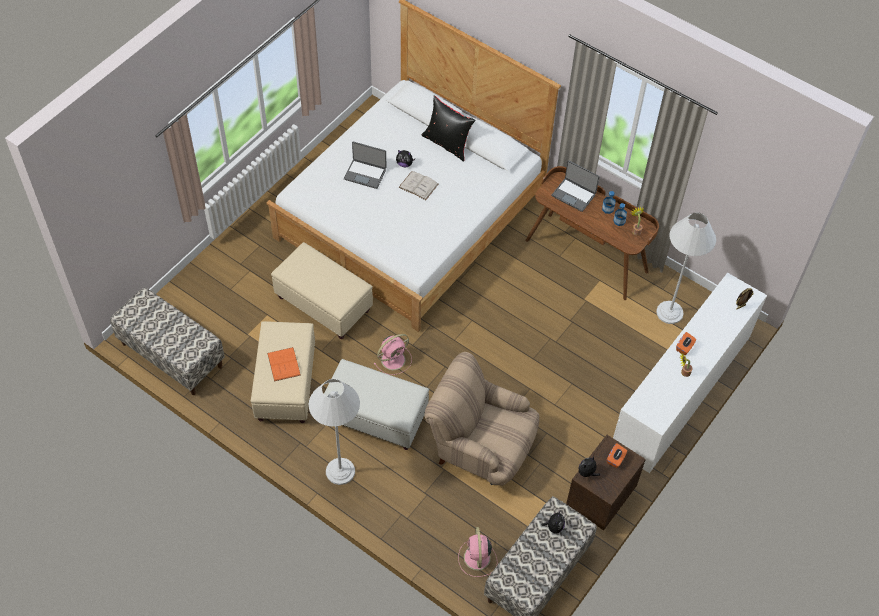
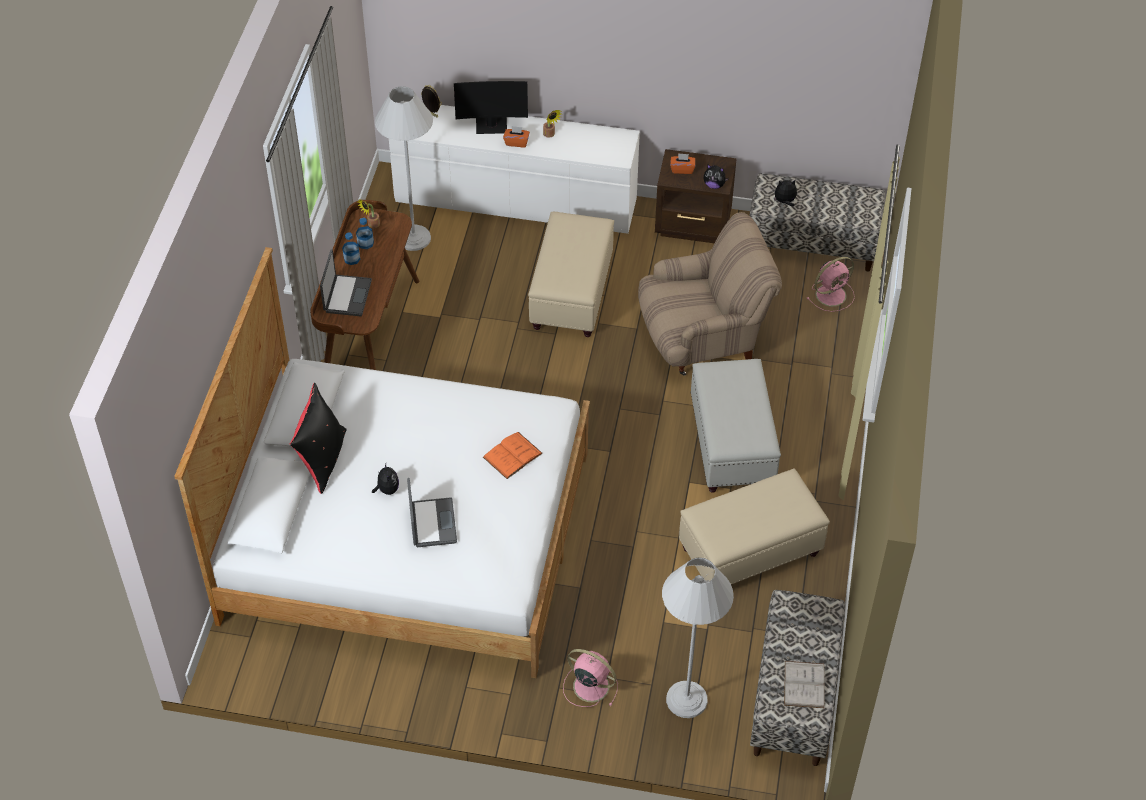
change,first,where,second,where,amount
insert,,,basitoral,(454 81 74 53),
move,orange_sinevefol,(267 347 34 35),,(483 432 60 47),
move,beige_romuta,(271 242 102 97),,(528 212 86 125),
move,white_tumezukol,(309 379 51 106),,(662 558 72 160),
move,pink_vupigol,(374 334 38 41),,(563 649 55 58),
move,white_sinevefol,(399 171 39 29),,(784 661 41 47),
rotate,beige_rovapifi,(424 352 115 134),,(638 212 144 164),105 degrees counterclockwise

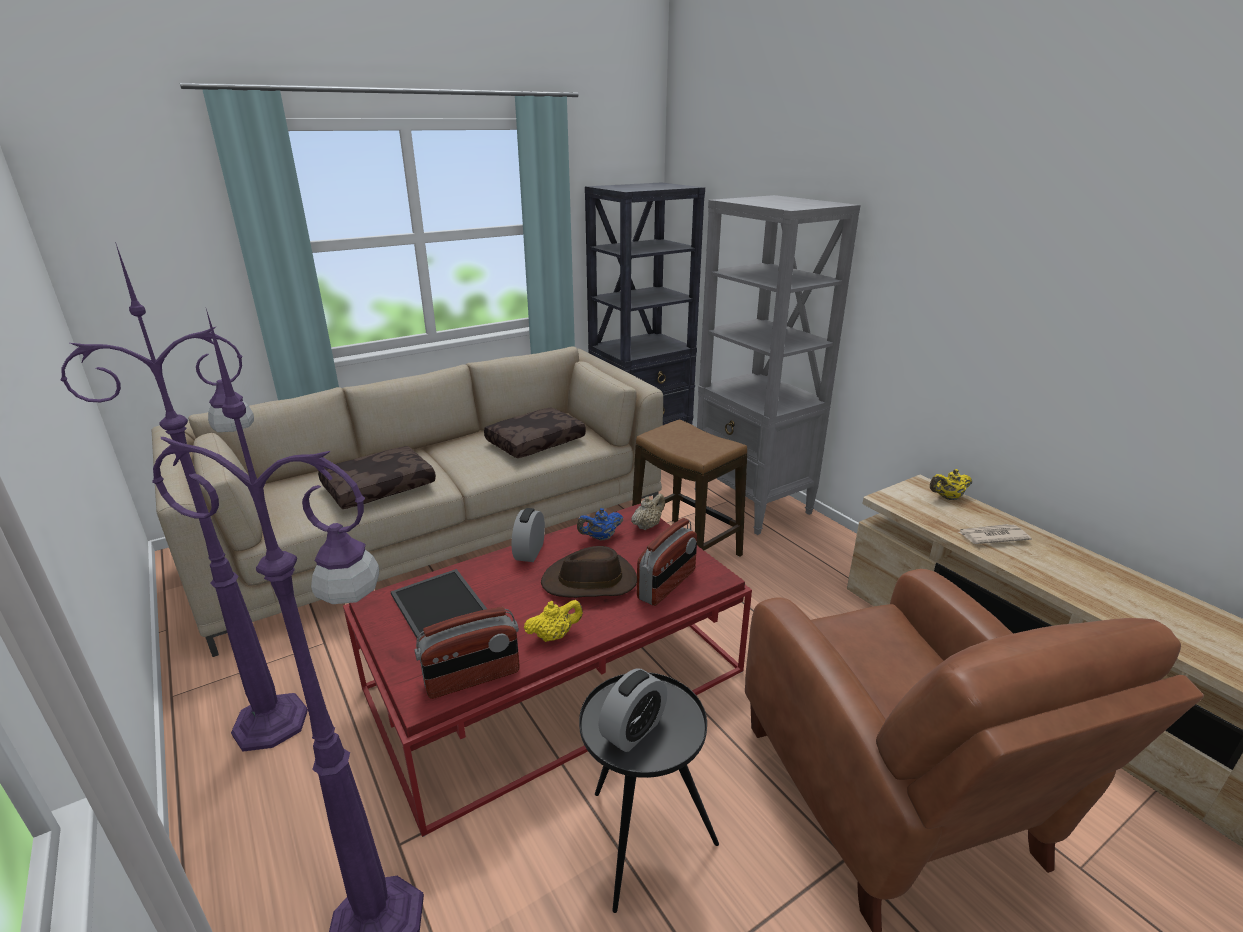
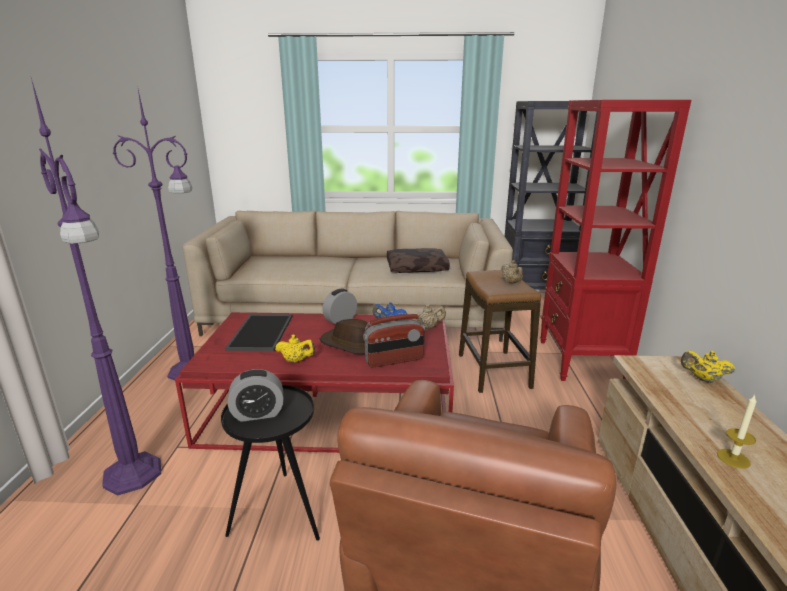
change,first,where,second,where,amount
delete,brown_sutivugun,(318 446 118 63),,,
delete,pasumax,(415 607 105 92),,,
delete,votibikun,(959 524 72 20),,,
insert,,,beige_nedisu,(501 260 22 24),
insert,,,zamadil,(717 395 40 74),
recolor,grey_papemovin,(694 195 166 340),red_papemovin,(540 100 151 281),

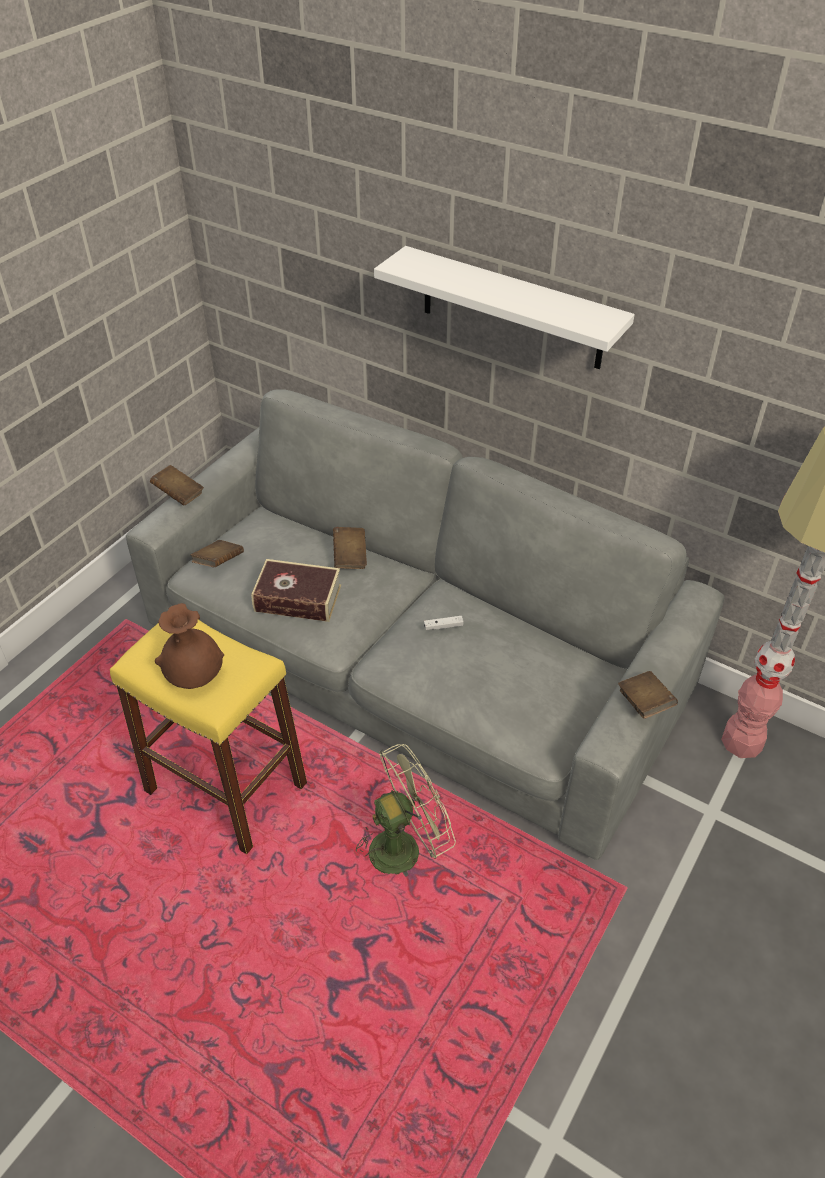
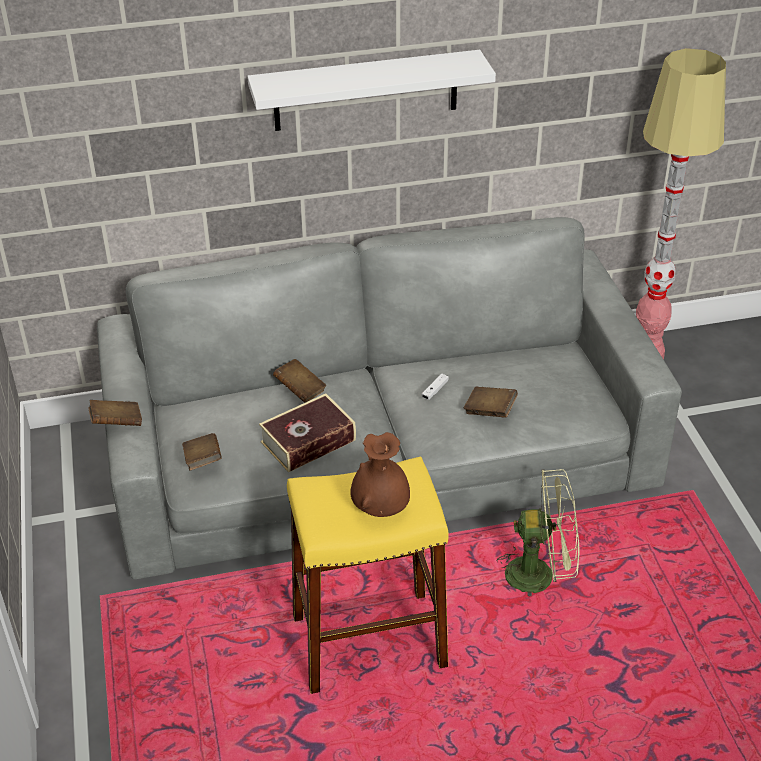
change,first,where,second,where,amount
move,brown_sinevefol,(618 671 60 48),,(463 387 55 31),
rotate,green_vupigol,(355 744 101 133),,(497 469 83 128),75 degrees clockwise

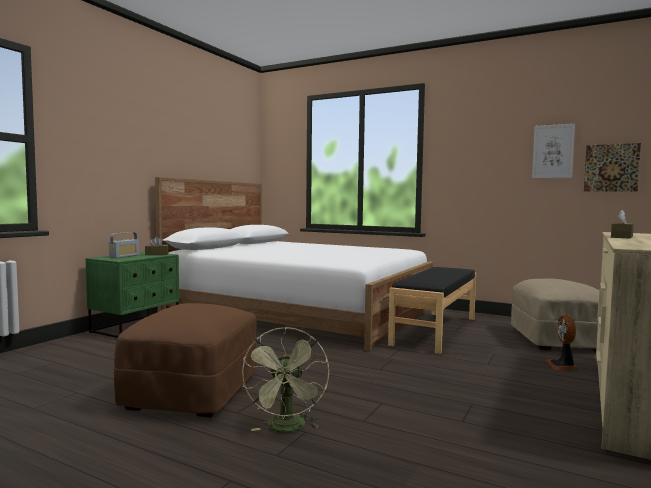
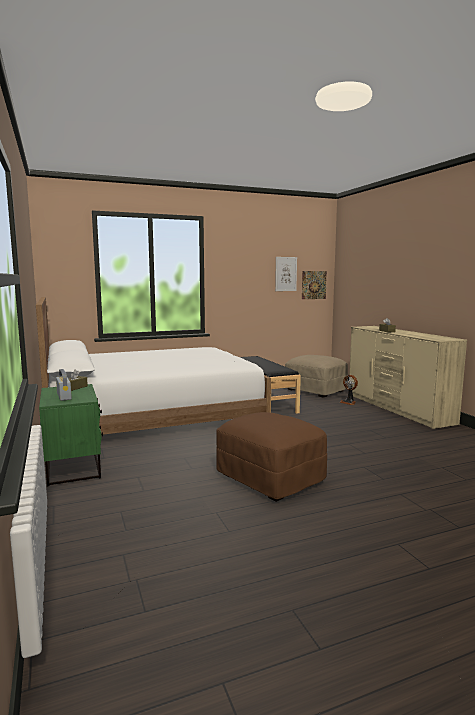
change,first,where,second,where,amount
delete,green_vupigol,(241 327 88 106),,,

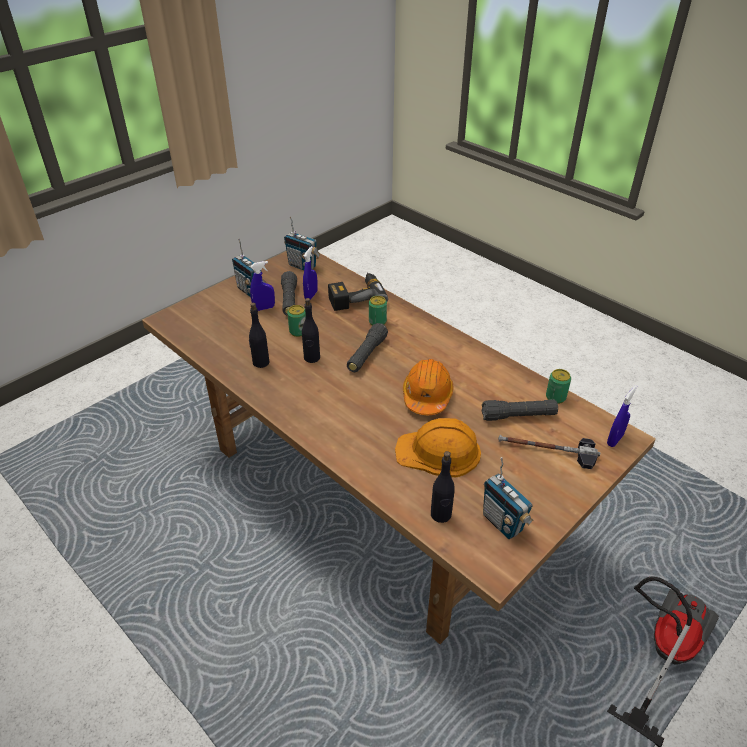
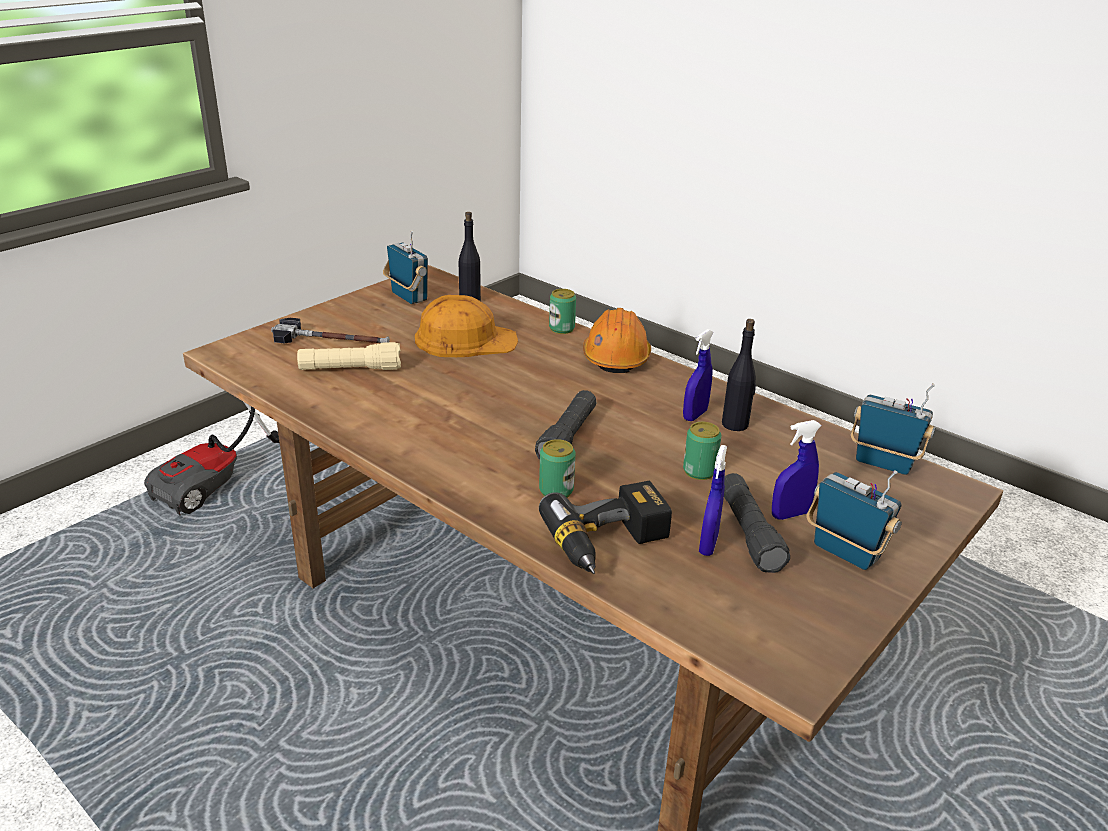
change,first,where,second,where,amount
delete,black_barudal,(302 298 18 65),,,
move,pasumax,(284 216 36 54),,(851 383 84 92),
move,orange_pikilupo,(403 359 50 56),,(583 308 68 65),
move,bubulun,(546 369 25 35),,(549 289 27 45),
move,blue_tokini,(607 385 30 62),,(683 329 30 92),
recolor,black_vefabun,(482 400 76 21),beige_vefabun,(297 342 104 28),

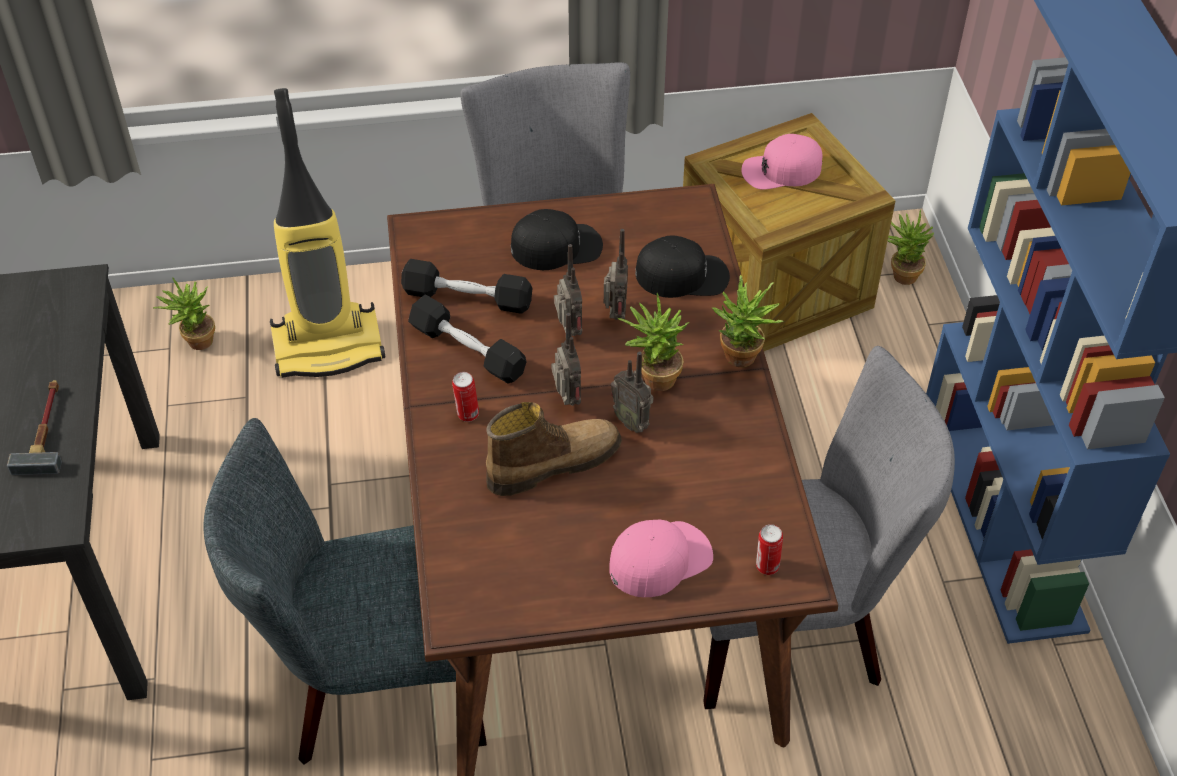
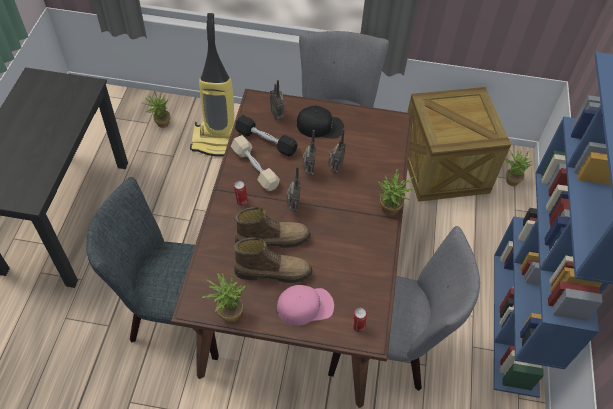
change,first,where,second,where,amount
delete,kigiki,(7 380 55 95),,,
delete,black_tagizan,(635 235 95 63),,,
delete,pink_tagizan,(741 134 81 56),,,
insert,,,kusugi,(234 237 79 46),
move,pasumax,(611 352 43 81),,(270 80 16 40),
move,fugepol,(618 293 72 98),,(202 271 43 52),
recolor,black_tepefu,(408 294 118 90),beige_tepefu,(231 135 49 56),

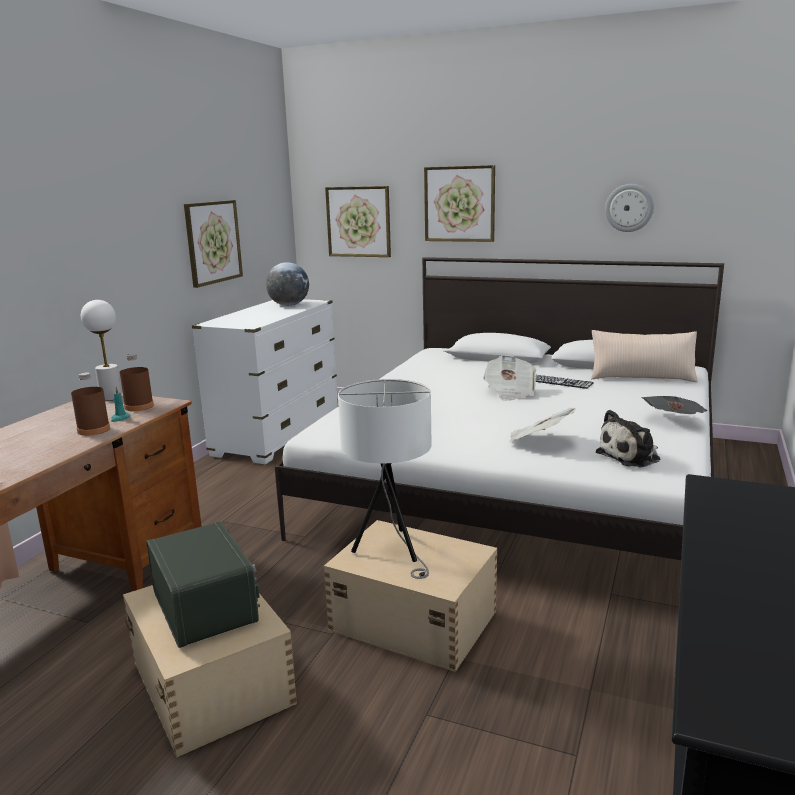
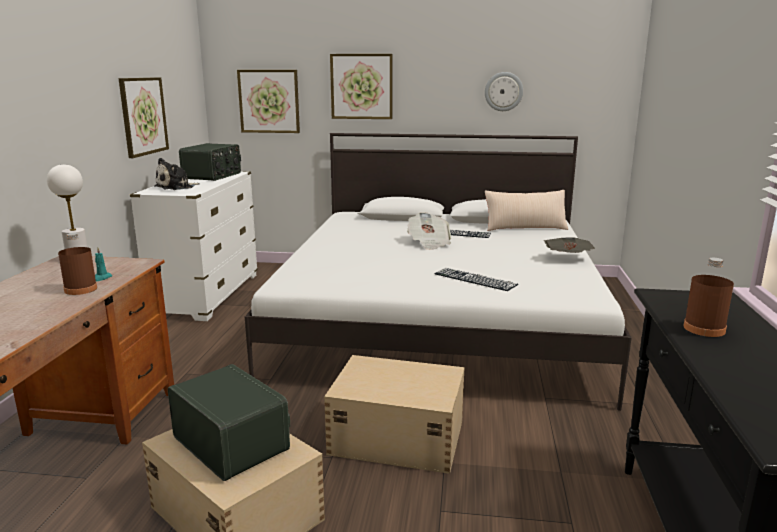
change,first,where,second,where,amount
delete,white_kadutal,(338 379 94 200),,,
move,brown_barudal,(120 354 34 57),,(683 258 51 79),
move,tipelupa,(595 410 65 57),,(154 158 46 32),
replace,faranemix,(266 262 43 44),pasumax,(179 143 62 38),
replace,votibikun,(509 407 67 35),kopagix,(434 268 84 23),

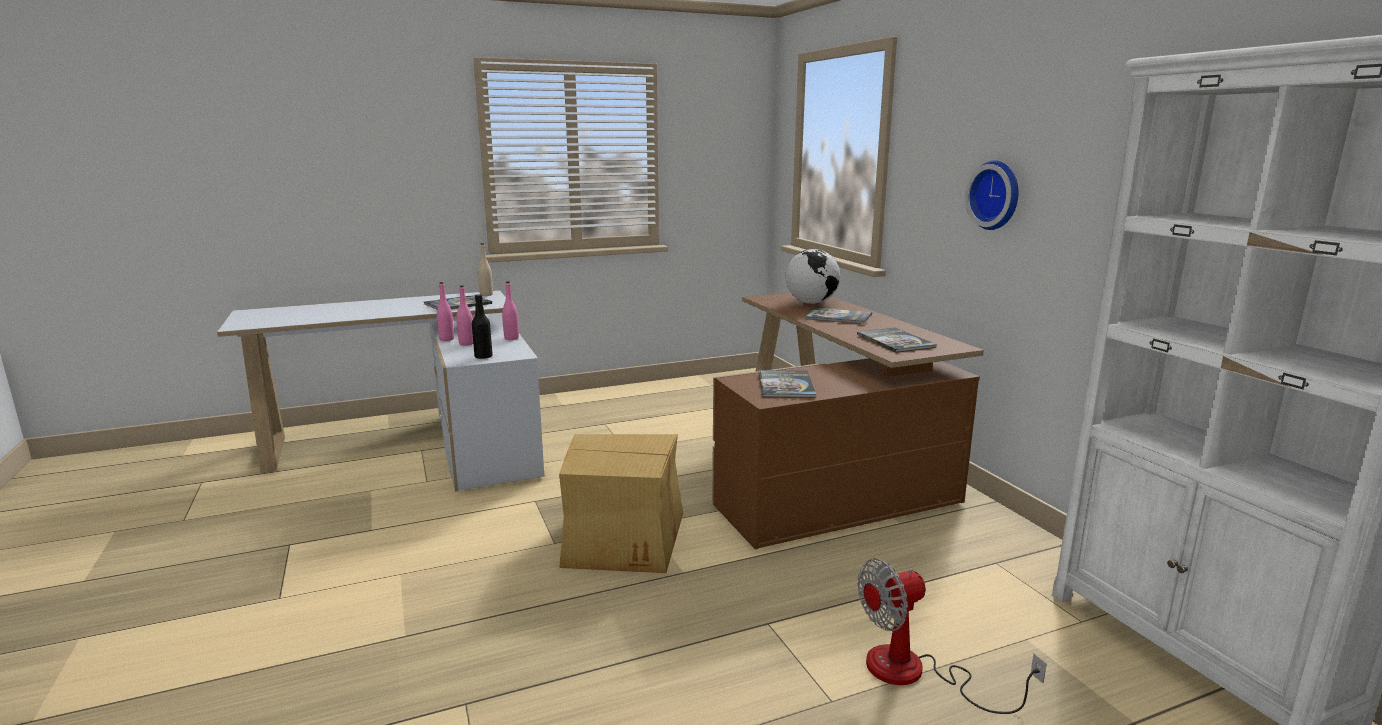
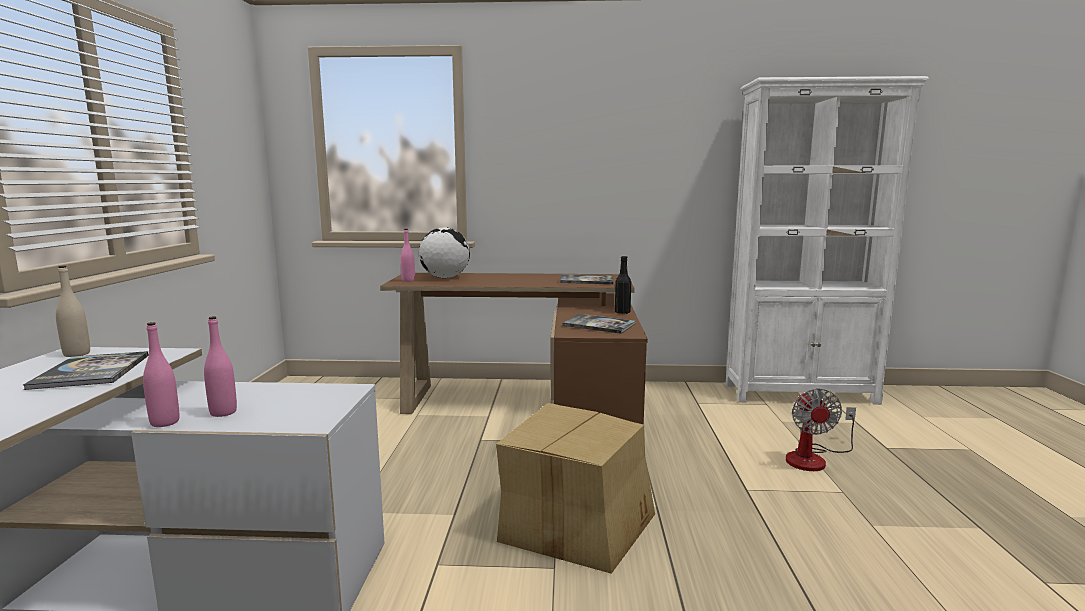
change,first,where,second,where,amount
delete,sinevefol,(805 308 67 16),,,
delete,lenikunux,(965 160 53 70),,,
move,black_barudal,(472 294 21 65),,(615 256 16 58),
move,pink_barudal,(502 281 17 59),,(400 229 15 53),

